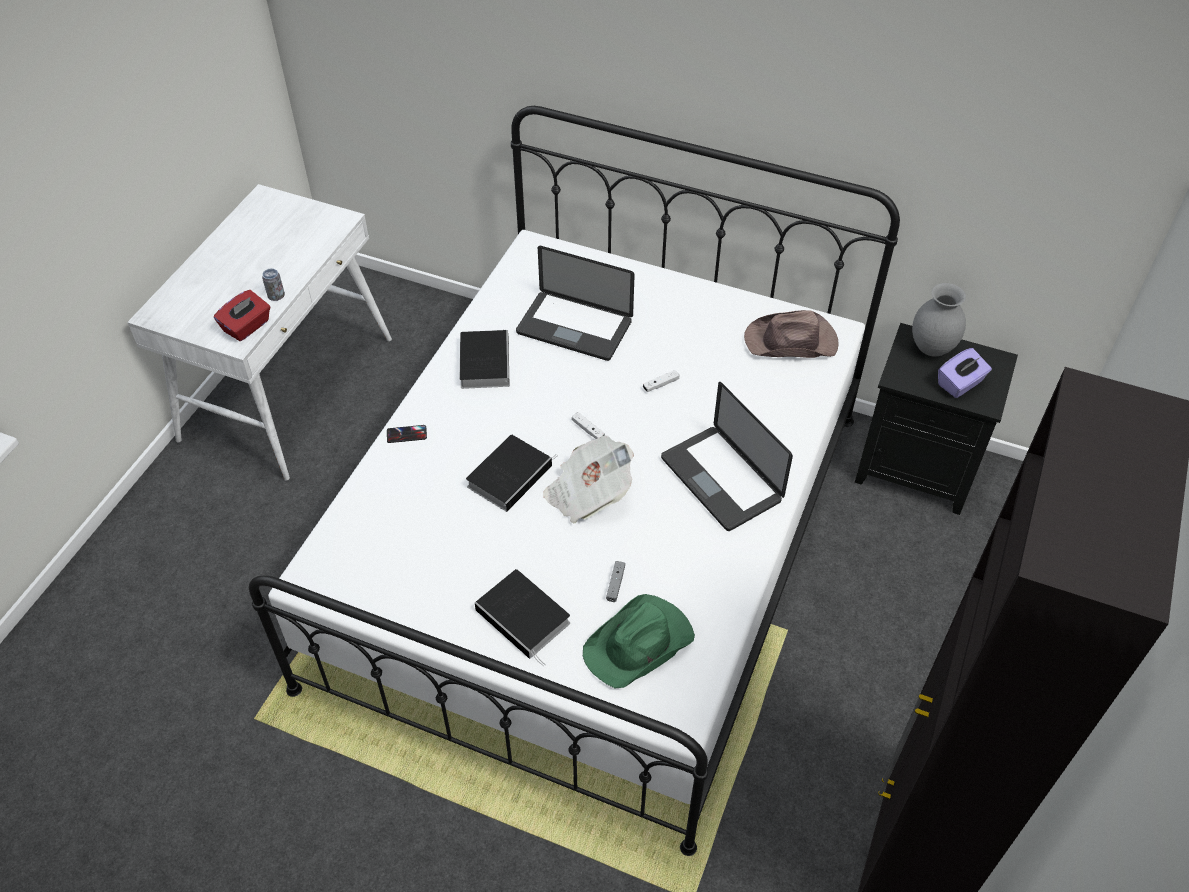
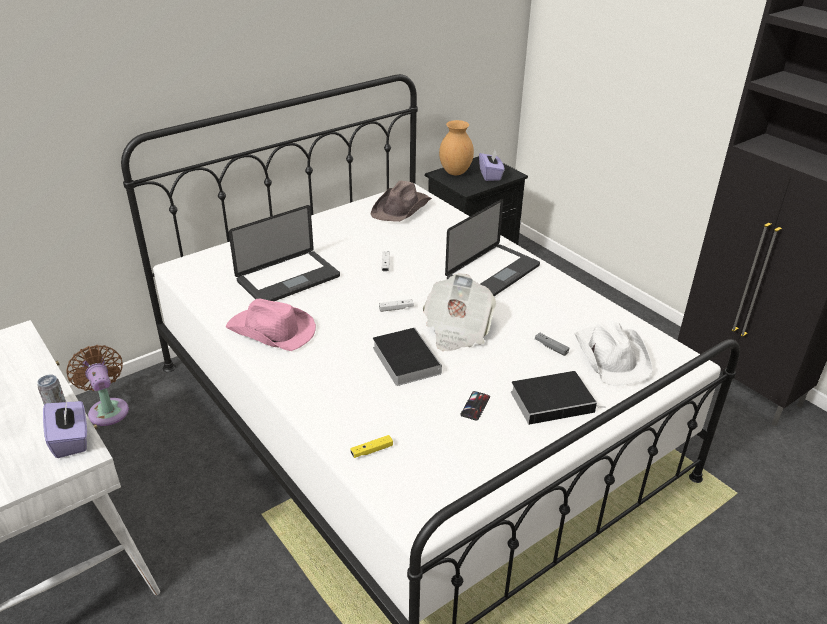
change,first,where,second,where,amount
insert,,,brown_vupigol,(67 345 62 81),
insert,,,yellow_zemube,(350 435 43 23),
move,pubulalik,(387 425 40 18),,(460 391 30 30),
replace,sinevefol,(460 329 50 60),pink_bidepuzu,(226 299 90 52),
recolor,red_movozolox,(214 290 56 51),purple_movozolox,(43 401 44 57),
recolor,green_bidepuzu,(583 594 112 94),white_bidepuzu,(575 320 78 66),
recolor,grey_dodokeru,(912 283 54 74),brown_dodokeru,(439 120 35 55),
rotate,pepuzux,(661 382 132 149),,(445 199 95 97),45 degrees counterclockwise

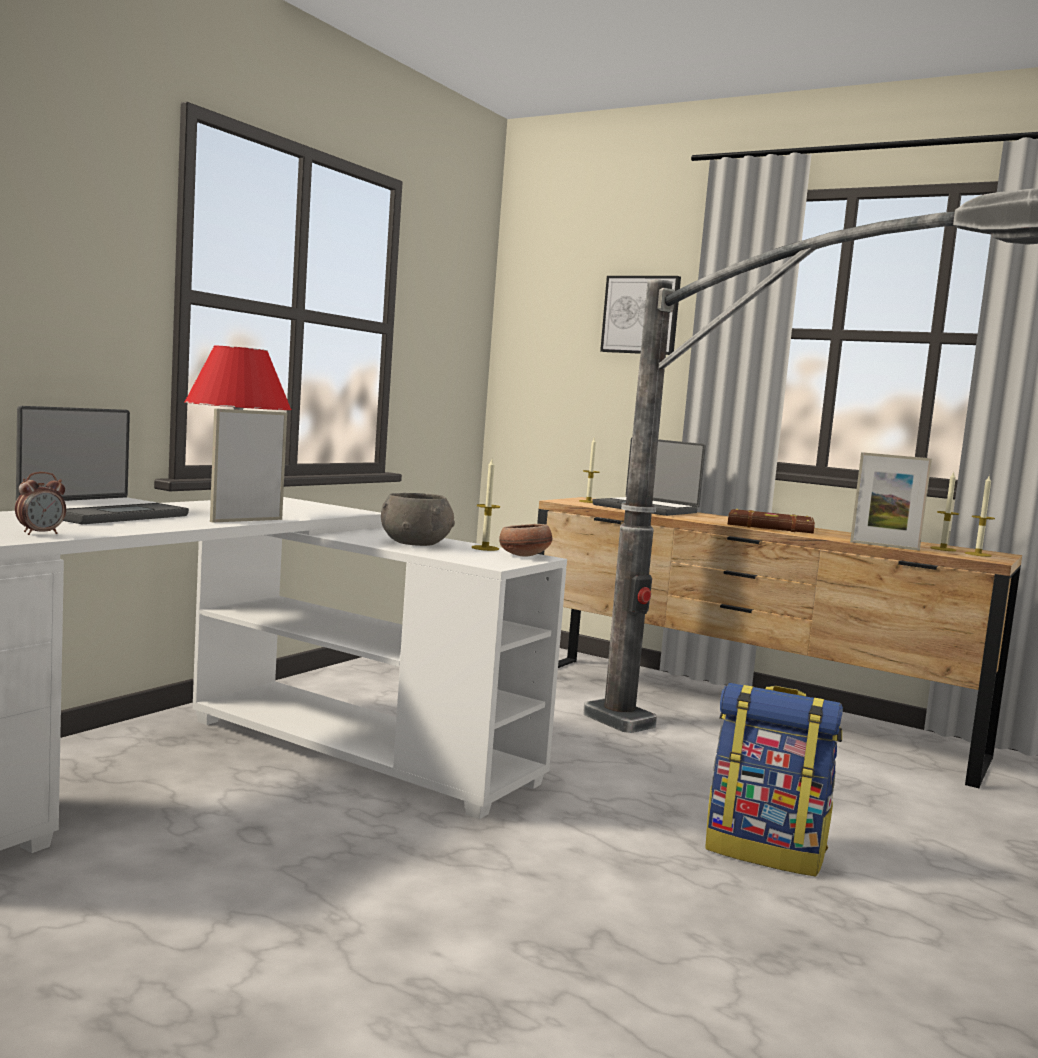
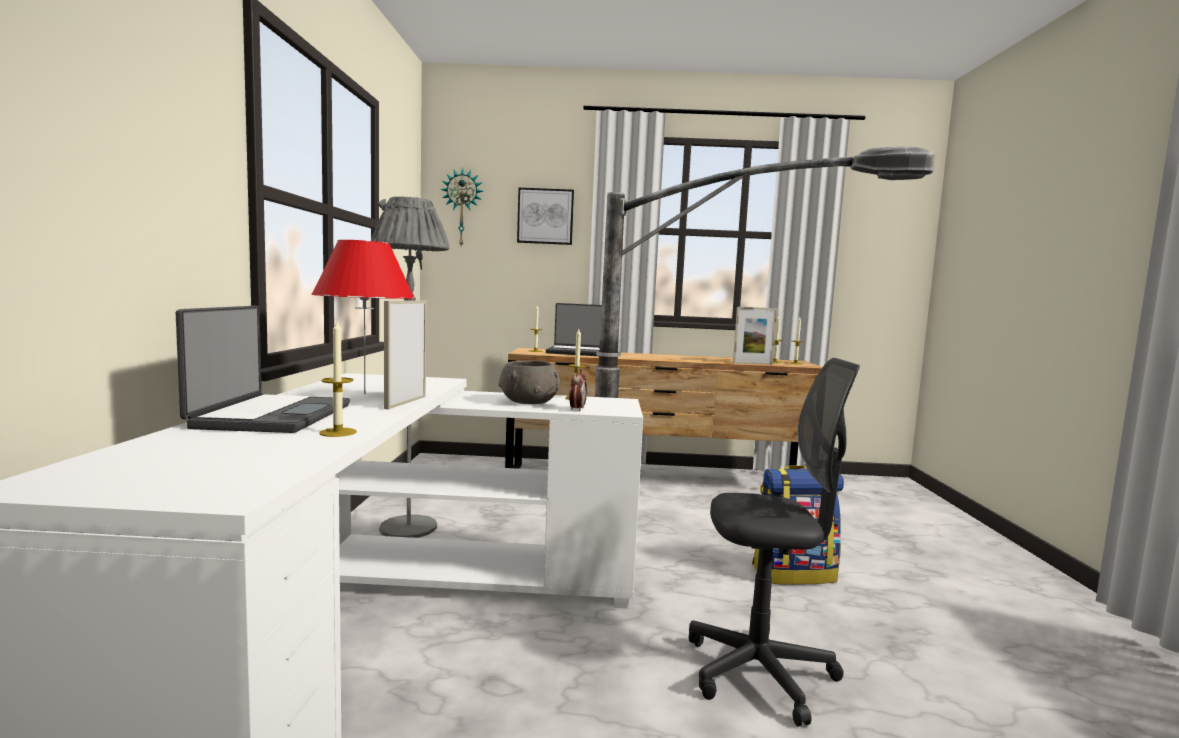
change,first,where,second,where,amount
delete,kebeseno,(499 524 54 33),,,
delete,brown_sinevefol,(728 509 87 25),,,
insert,,,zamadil,(319 321 38 116),
insert,,,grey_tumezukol,(371 196 79 342),
insert,,,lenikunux,(441 168 42 78),
insert,,,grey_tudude,(689 358 171 368),
move,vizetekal,(15 472 51 63),,(569 368 18 43),

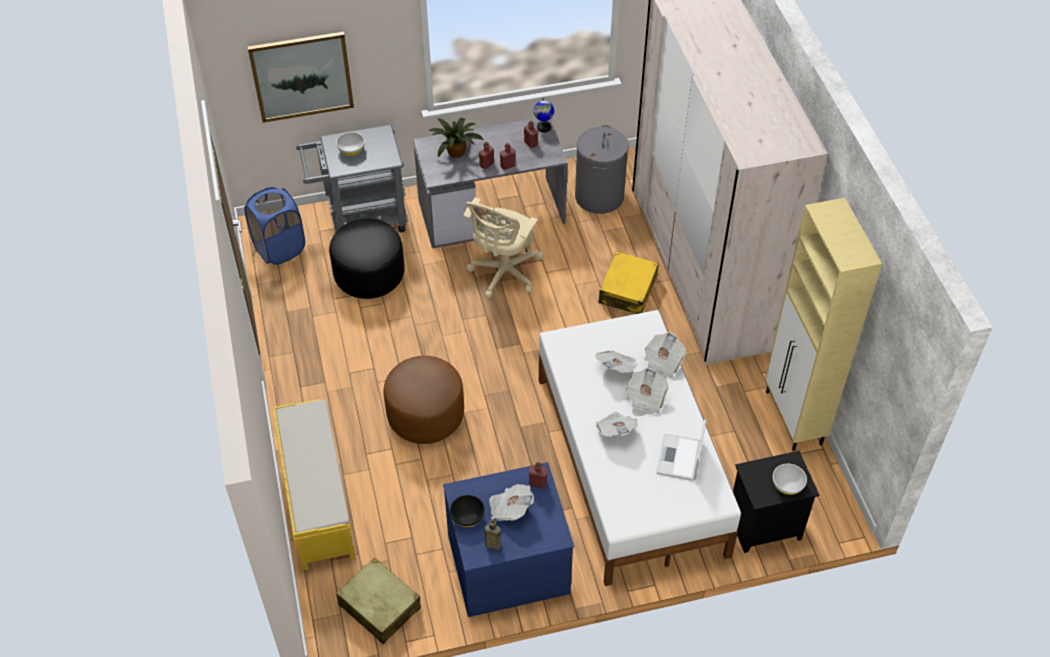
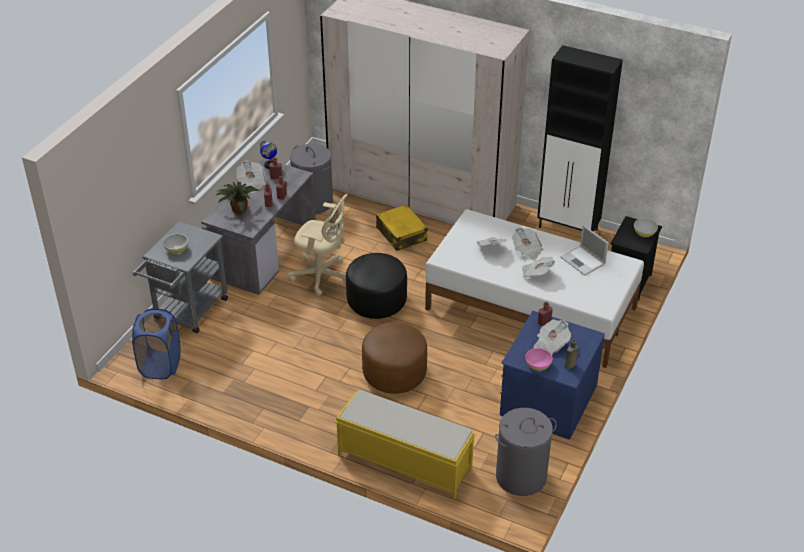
change,first,where,second,where,amount
delete,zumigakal,(248 32 106 91),,,
move,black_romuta,(329 219 76 80),,(346 253 61 66),
move,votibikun,(644 332 42 46),,(236 160 30 33),
replace,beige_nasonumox,(336 558 85 86),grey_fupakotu,(495 408 62 88),
recolor,black_kebeseno,(450 495 35 32),pink_kebeseno,(525 348 28 23),
recolor,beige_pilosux,(765 198 117 253),black_pilosux,(537 45 86 187),
rotate,beige_tudude,(463 197 80 101),,(288 194 60 102),45 degrees counterclockwise

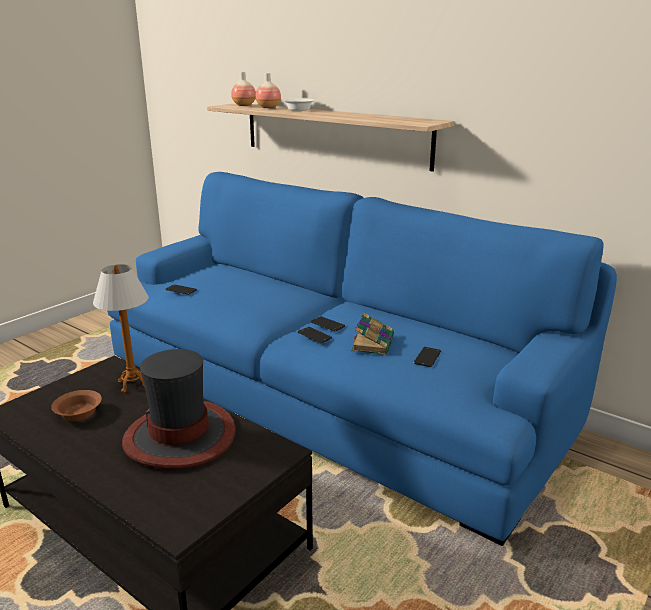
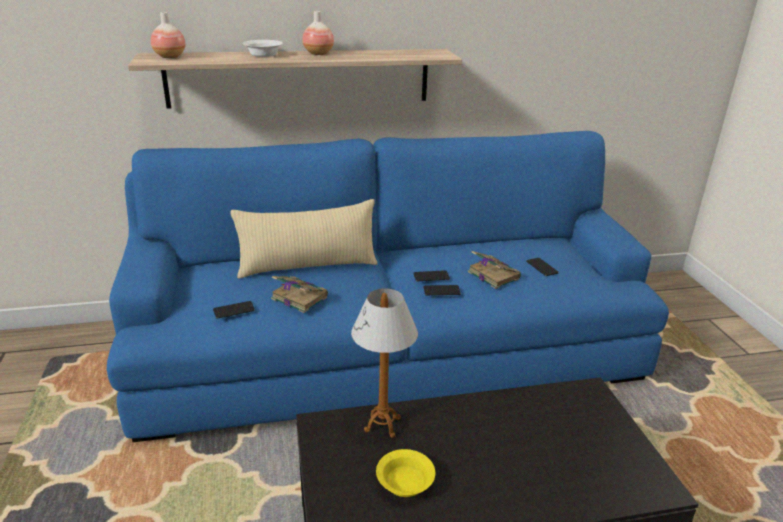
change,first,where,second,where,amount
delete,bidepuzu,(122 349 114 120),,,
insert,,,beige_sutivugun,(231 199 146 80),
insert,,,sinevefol,(271 276 57 37),
move,dodokeru,(255 73 26 35),,(302 11 32 44),
recolor,brown_kebeseno,(51 390 51 31),yellow_kebeseno,(376 449 59 48),

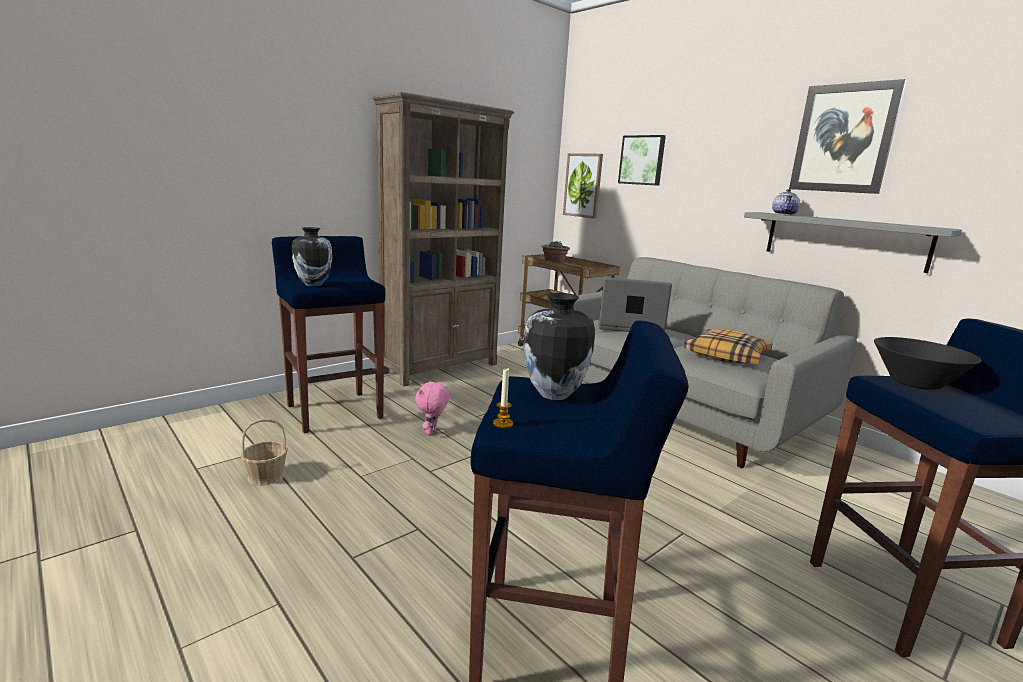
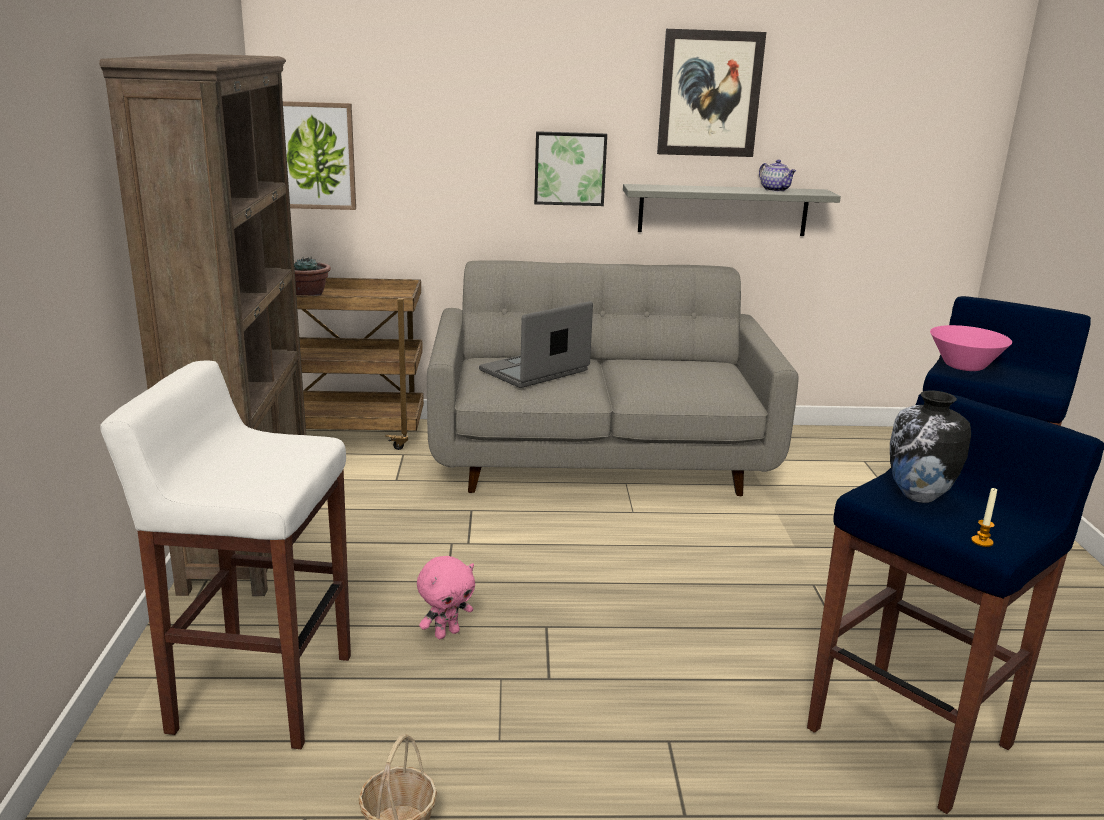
change,first,where,second,where,amount
delete,dodokeru,(292 227 40 59),,,
delete,sutivugun,(684 329 88 35),,,
move,zumigakal,(618 135 48 51),,(534 131 73 75),
move,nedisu,(772 189 28 26),,(759 160 37 32),
recolor,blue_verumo,(272 236 113 197),white_verumo,(100 360 251 389),
recolor,black_kebeseno,(874 337 107 53),pink_kebeseno,(930 325 82 46),
rotate,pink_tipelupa,(415 380 34 55),,(417 556 58 83),90 degrees counterclockwise

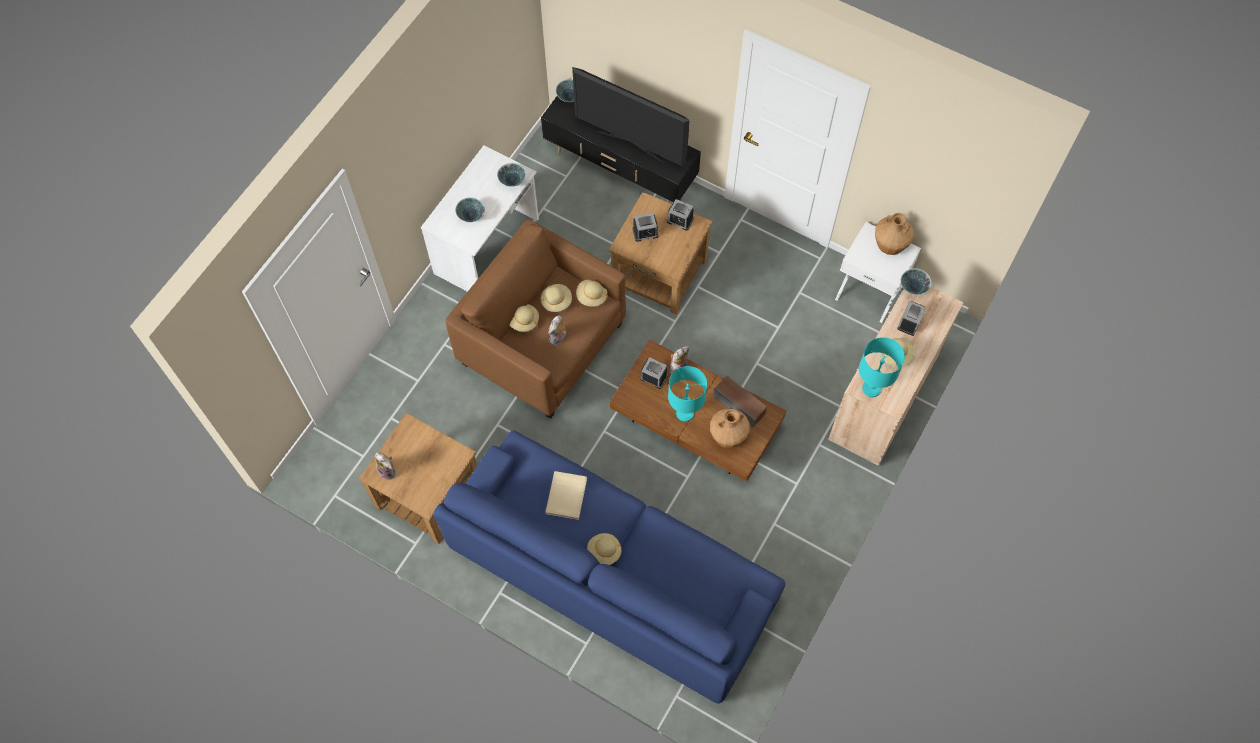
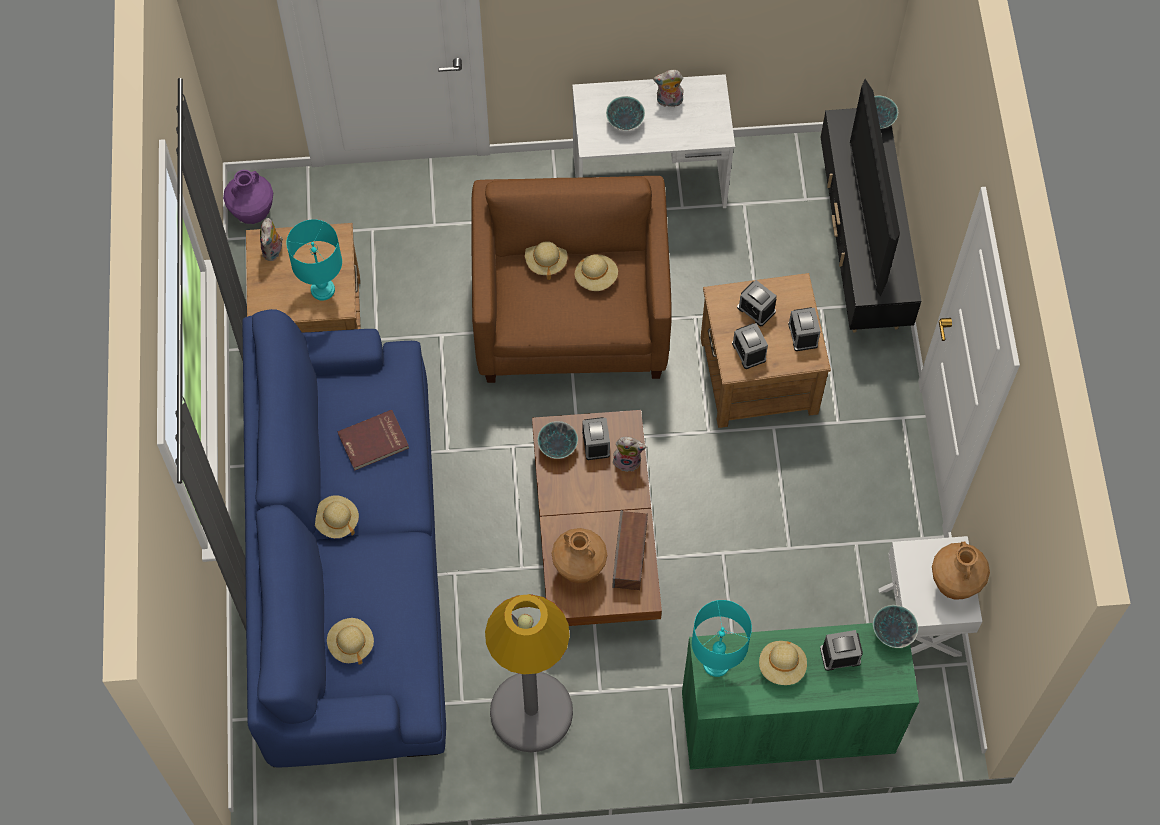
change,first,where,second,where,amount
insert,,,purple_dodokeru,(223 170 50 54),
insert,,,grey_tumezukol,(485 594 88 158),
insert,,,vizetekal,(732 323 36 46),
move,kebeseno,(497 163 29 24),,(538 421 40 38),
move,tipelupa,(548 315 18 30),,(653 70 31 37),
move,beige_bidepuzu,(576 280 32 27),,(327 618 47 47),
move,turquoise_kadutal,(668 366 39 56),,(287 219 55 82),
recolor,beige_sinevefol,(545 471 42 49),red_sinevefol,(338 410 71 61),
recolor,beige_pilosux,(828 287 136 179),green_pilosux,(682 623 237 147),

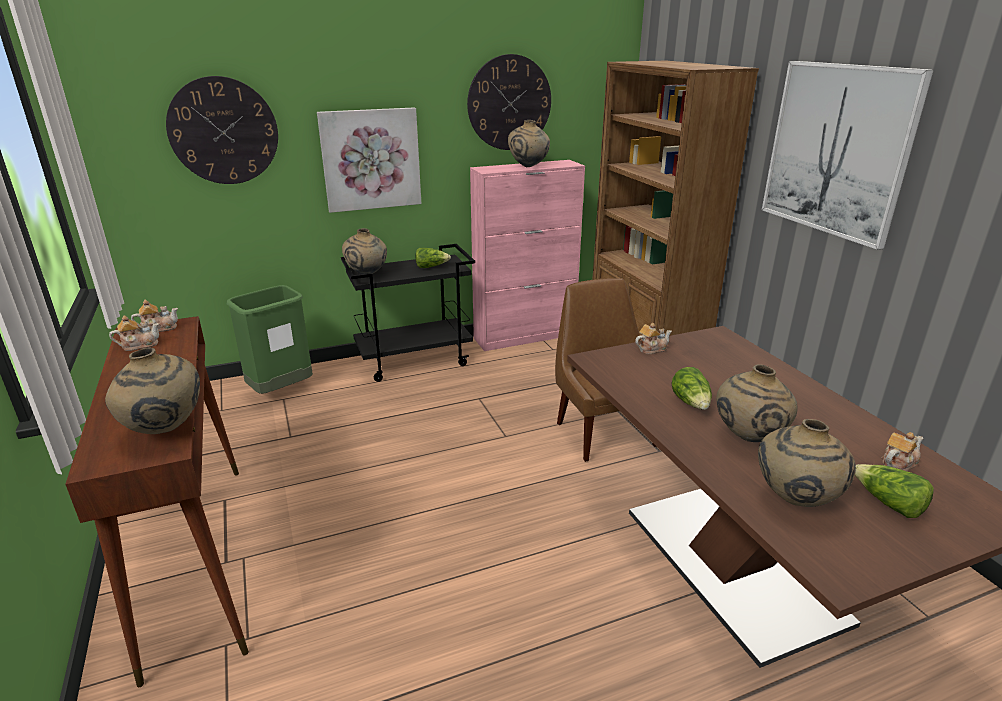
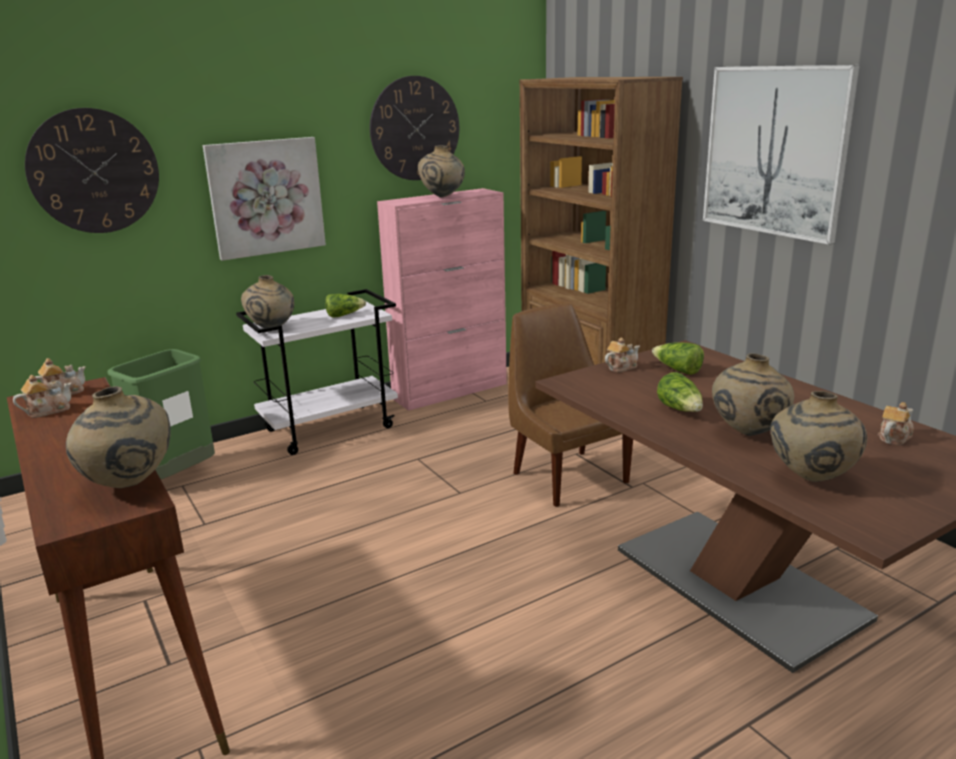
change,first,where,second,where,amount
move,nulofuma,(855 464 79 54),,(652 343 52 32),
recolor,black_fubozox,(341 244 134 138),white_fubozox,(236 289 162 166),

